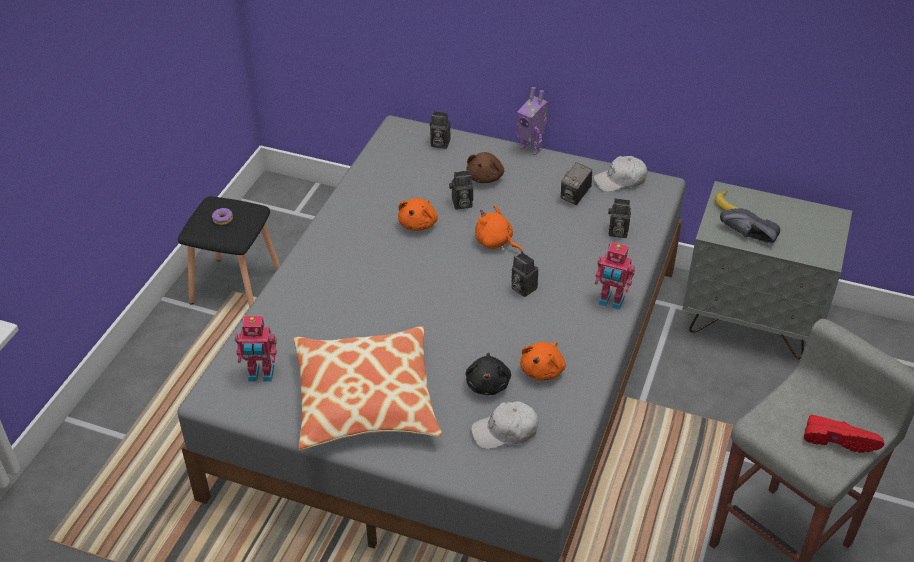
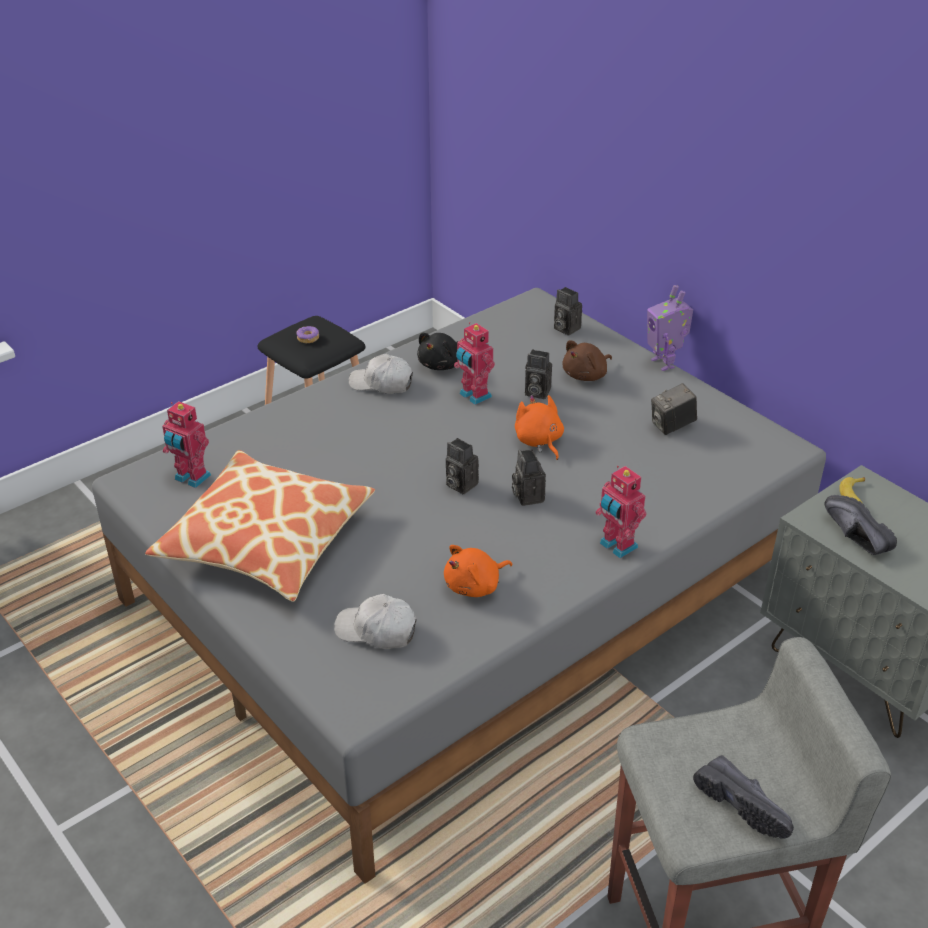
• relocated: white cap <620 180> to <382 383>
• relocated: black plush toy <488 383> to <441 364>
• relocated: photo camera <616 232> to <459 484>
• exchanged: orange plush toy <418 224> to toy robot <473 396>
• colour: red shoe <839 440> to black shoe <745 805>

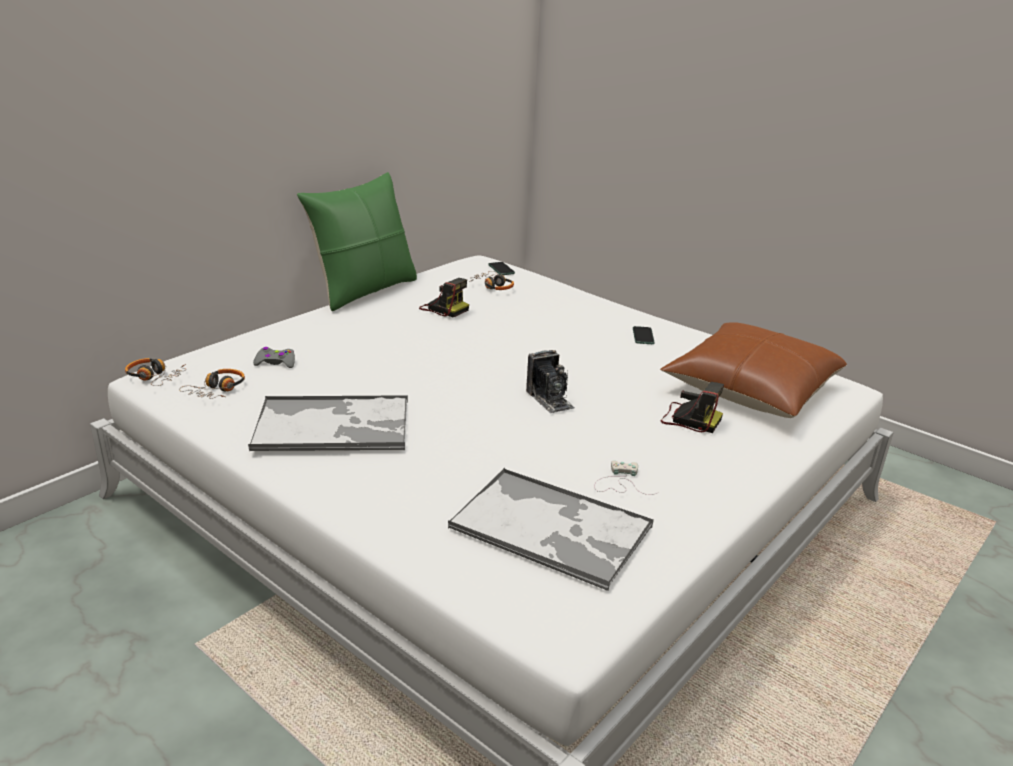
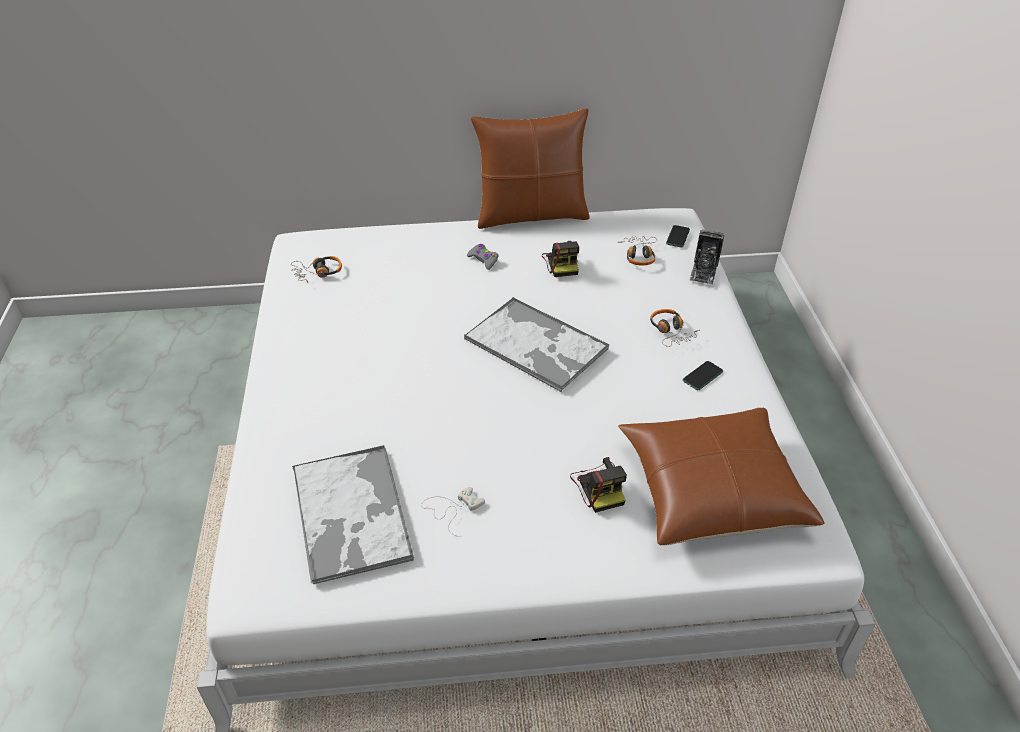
• relocated: tray <334 425> to <537 345>
• relocated: grey game controller <275 363> to <483 260>
• colour: green pillow <364 290> to brown pillow <531 215>
• relocated: headphones <155 377> to <671 332>
• relocated: photo camera <549 399> to <704 270>

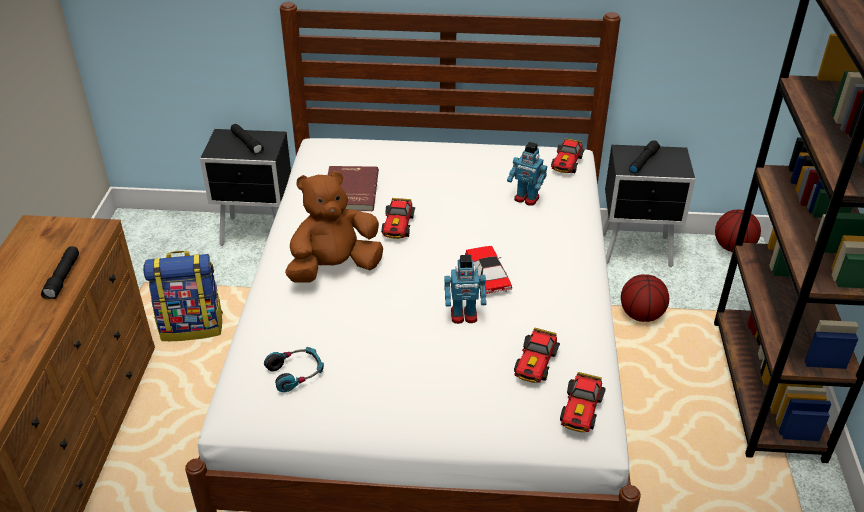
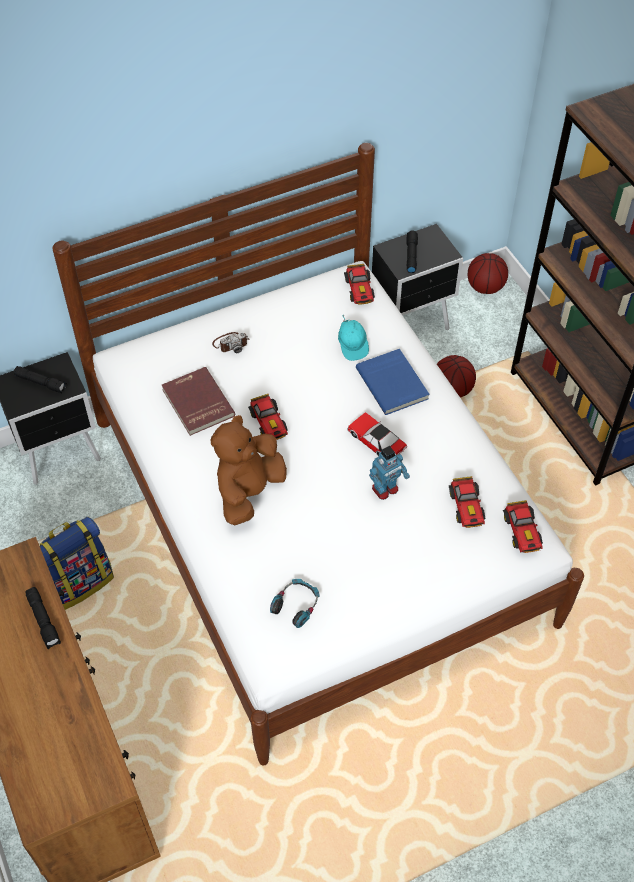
• appeared: photo camera <231 343>
• exchanged: toy robot <526 199> to turquoise cap <352 345>
• appeared: blue book <393 383>

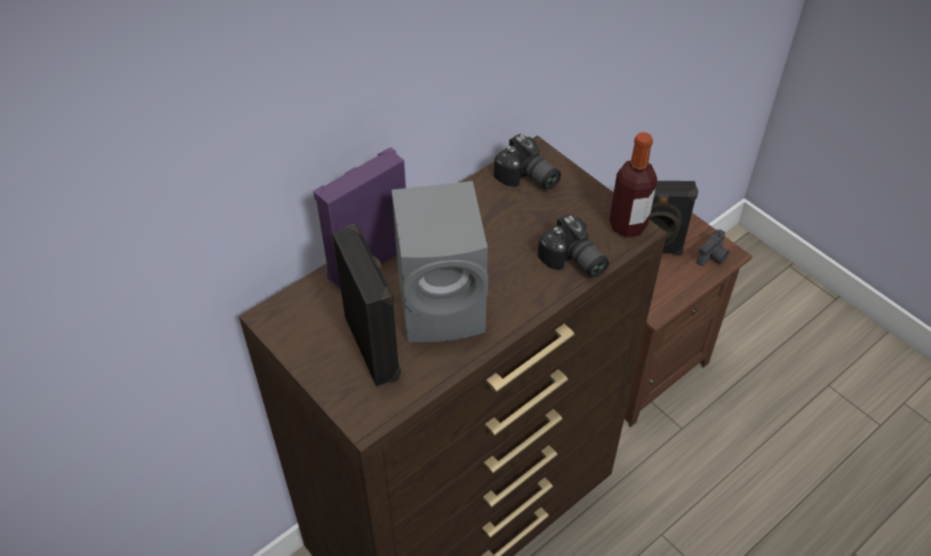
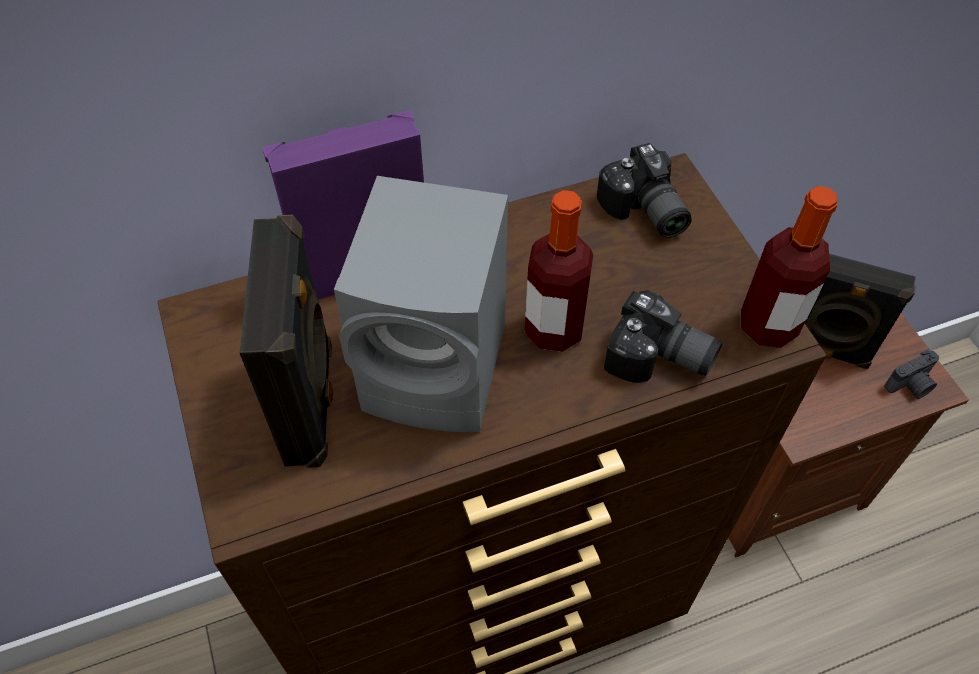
• appeared: bottle <553 330>
• spun: photo camera <573 262> = <659 359> 45 degrees counterclockwise

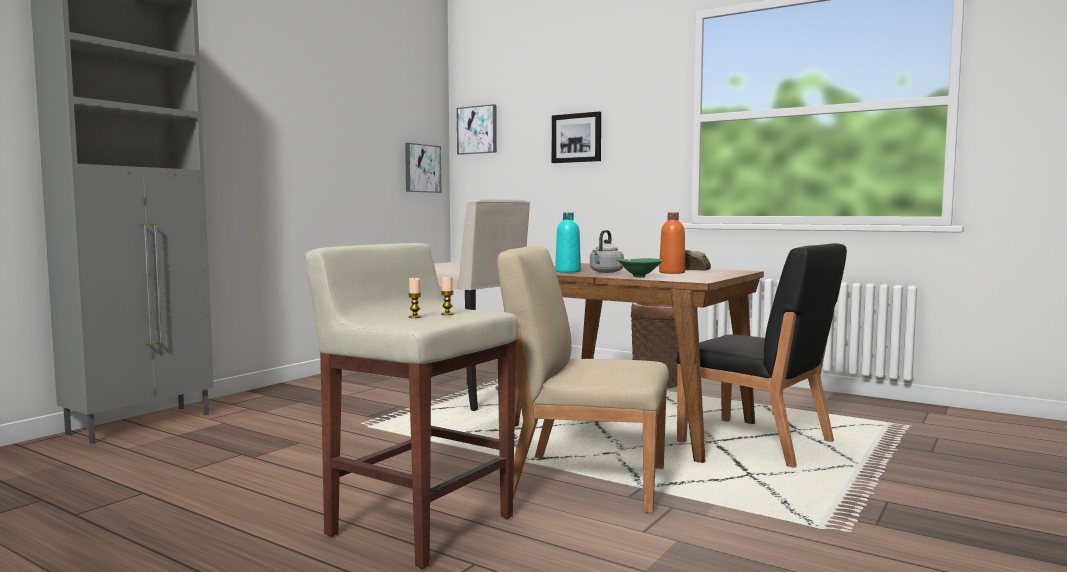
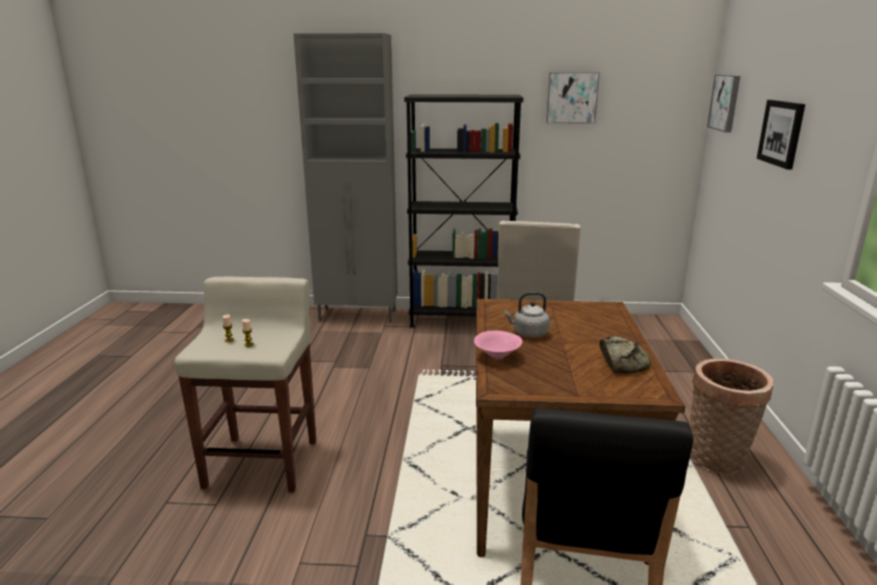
• appeared: black bookcase <460 319>
• colour: green bowl <639 277> to pink bowl <498 356>
• relocated: picture <421 168> to <572 97>
• missing: beige chair <585 481>
• missing: turquoise bottle <568 271>
• missing: orange bottle <672 272>

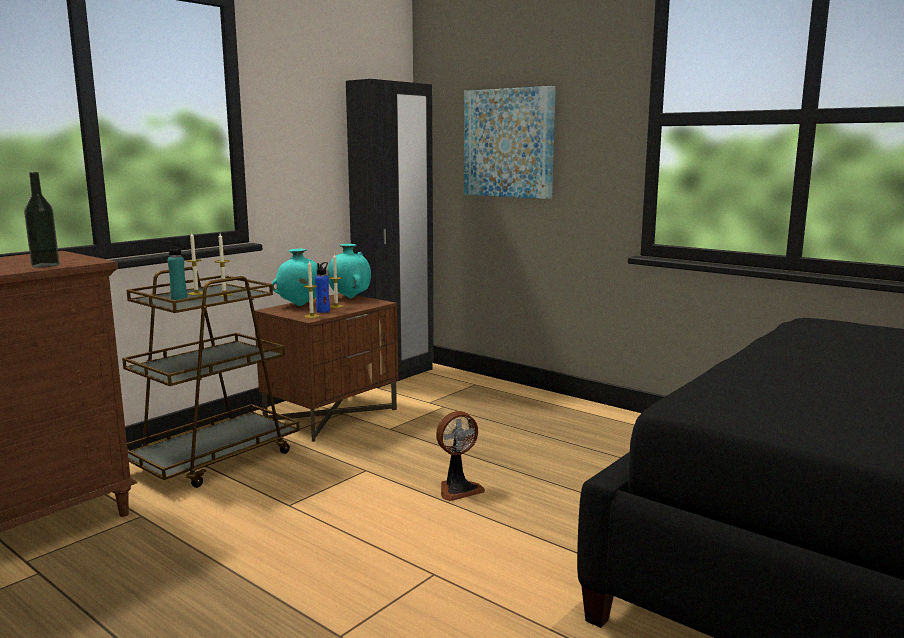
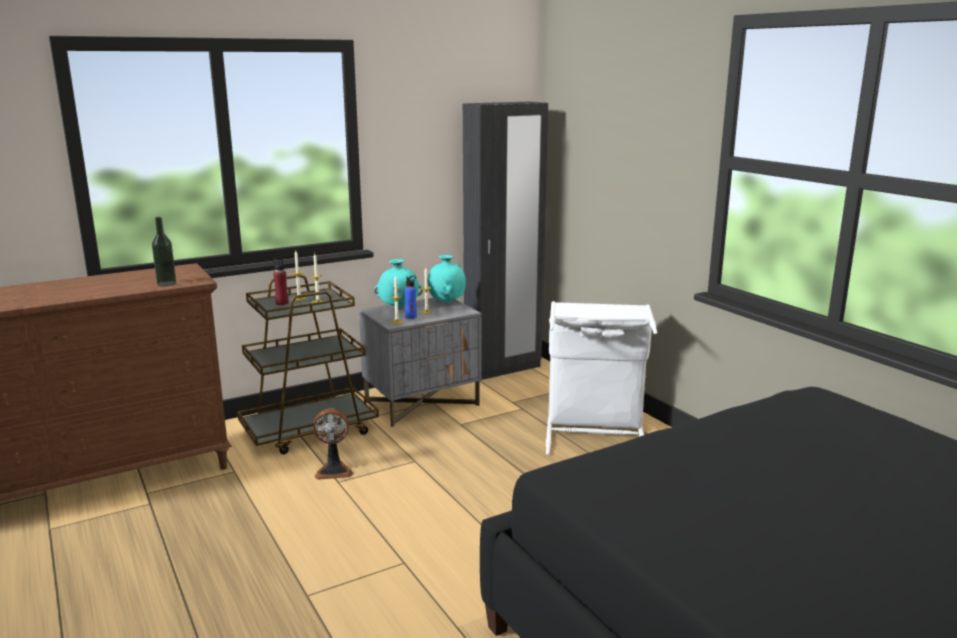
• colour: turquoise bottle <178 298> to red bottle <282 303>
• relocated: fan <458 489> to <334 471>
• colour: brown nightstand <332 415> to grey nightstand <422 403>
• appeared: white laundry basket <595 434>
• missing: picture <509 143>

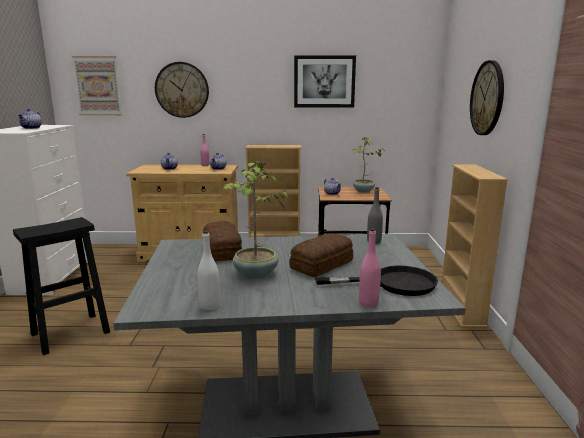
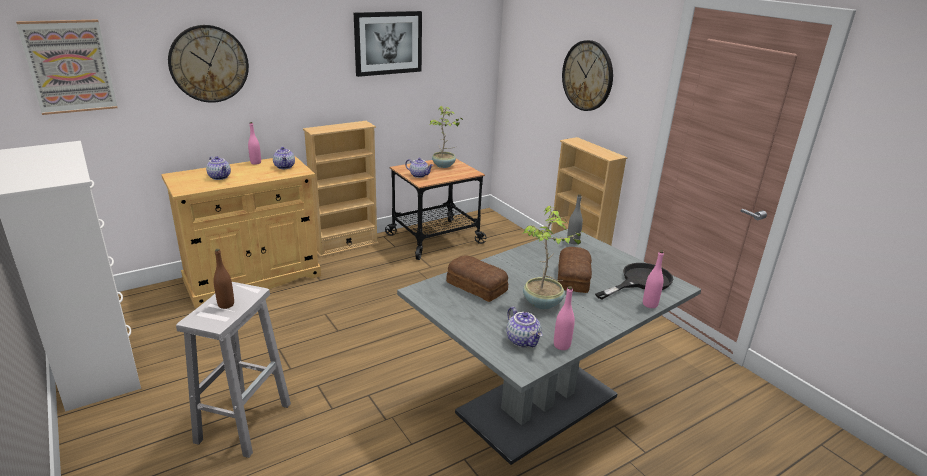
• colour: black stool <72 332> to white stool <244 421>
• appeared: brown bottle <226 305>
• relocated: teapot <32 128> to <523 340>
• colour: white bottle <210 306> to pink bottle <561 345>

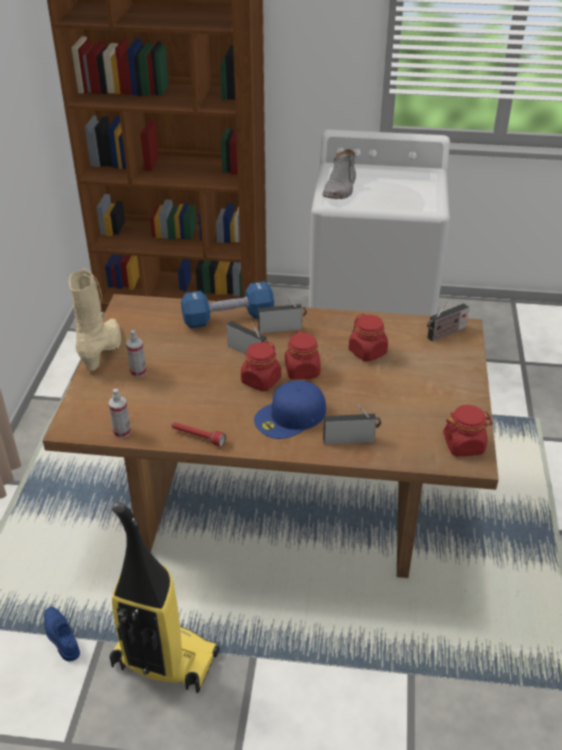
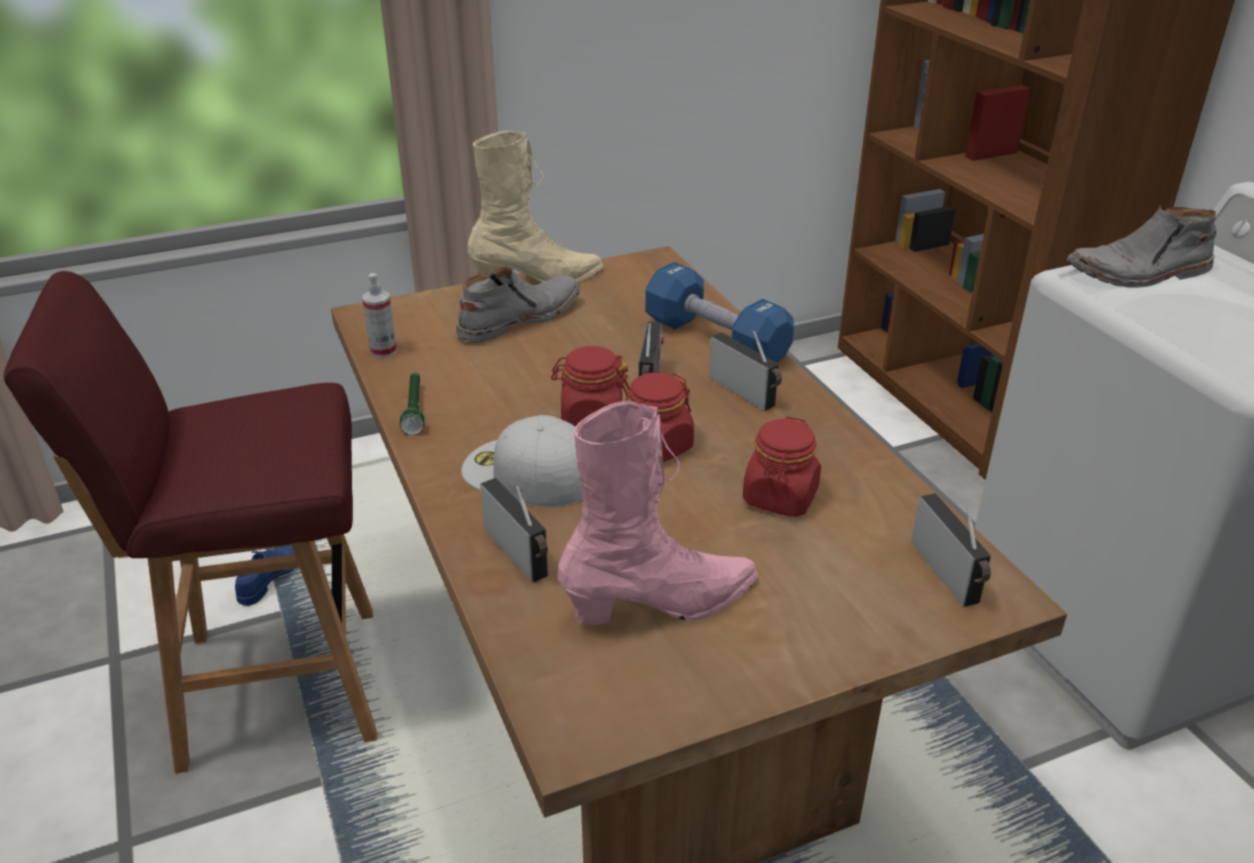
• exchanged: vacuum cleaner <163 661> to red stool <274 686>
• colour: red flashlight <197 437> to green flashlight <414 409>
• exchanged: spray bottle <138 372> to grey boot <518 319>
• colour: blue cap <290 416> to white cap <527 473>
• appeared: pink boot <662 605>
• spun: radio <445 334> = <948 575> 135 degrees counterclockwise
• missing: red jar <464 445>

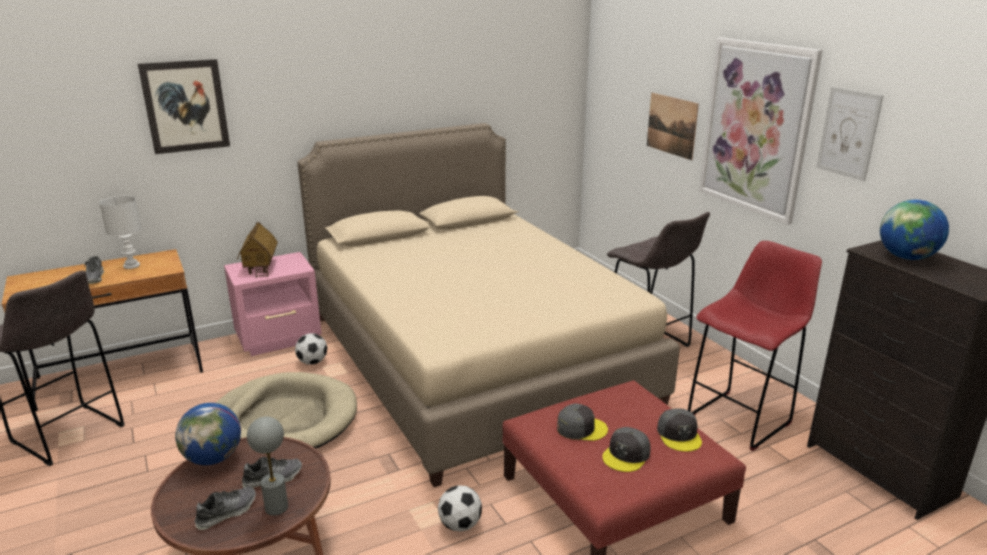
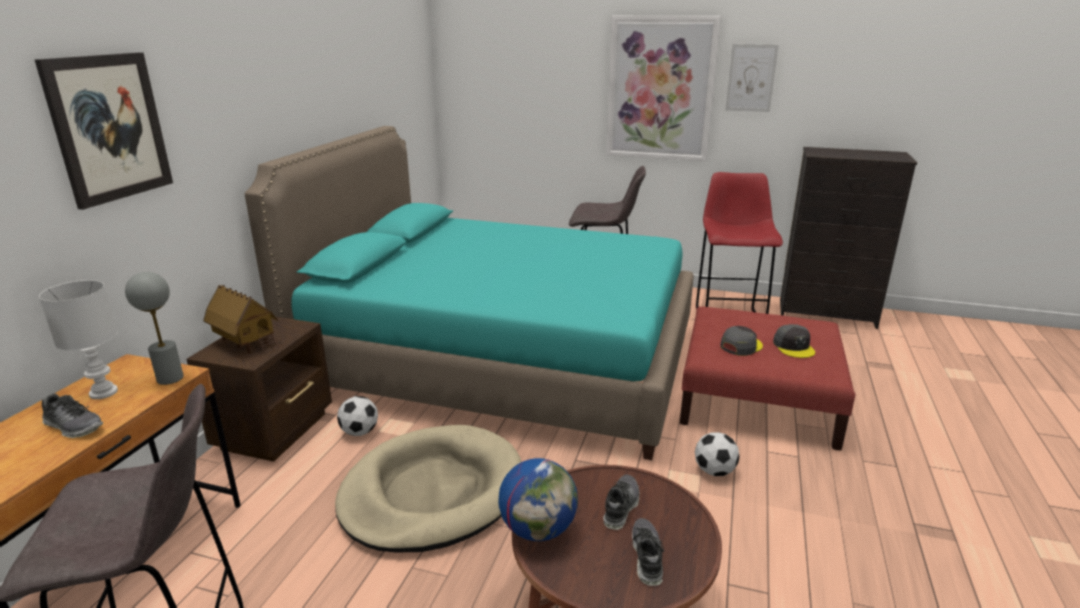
• relocated: grey table lamp <276 508> to <170 378>
• colour: pink nightstand <280 338> to brown nightstand <277 430>
• colour: beige bed <473 358> to turquoise bed <503 360>
• missing: picture <671 125>
• missing: grey cap <679 435>
• missing: globe <906 257>

